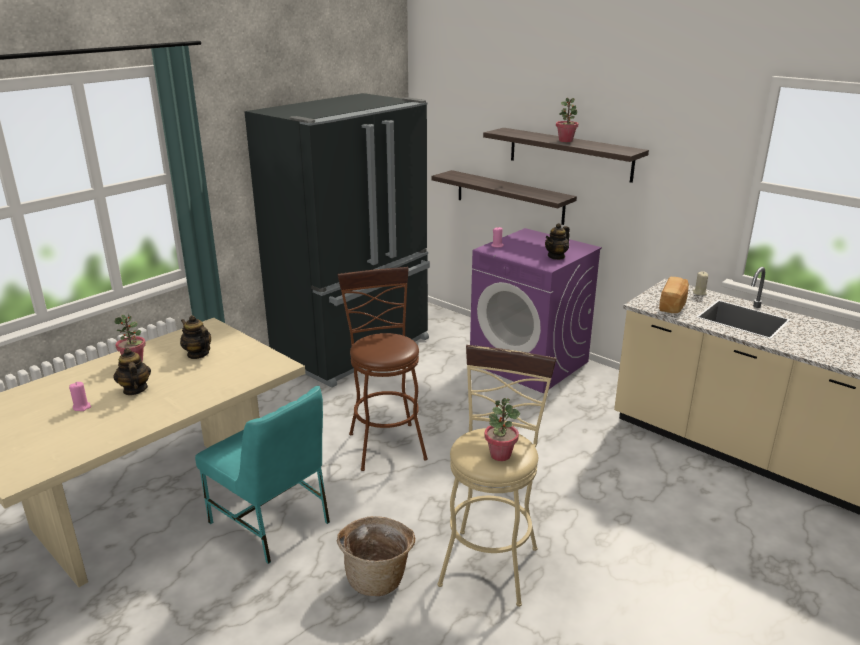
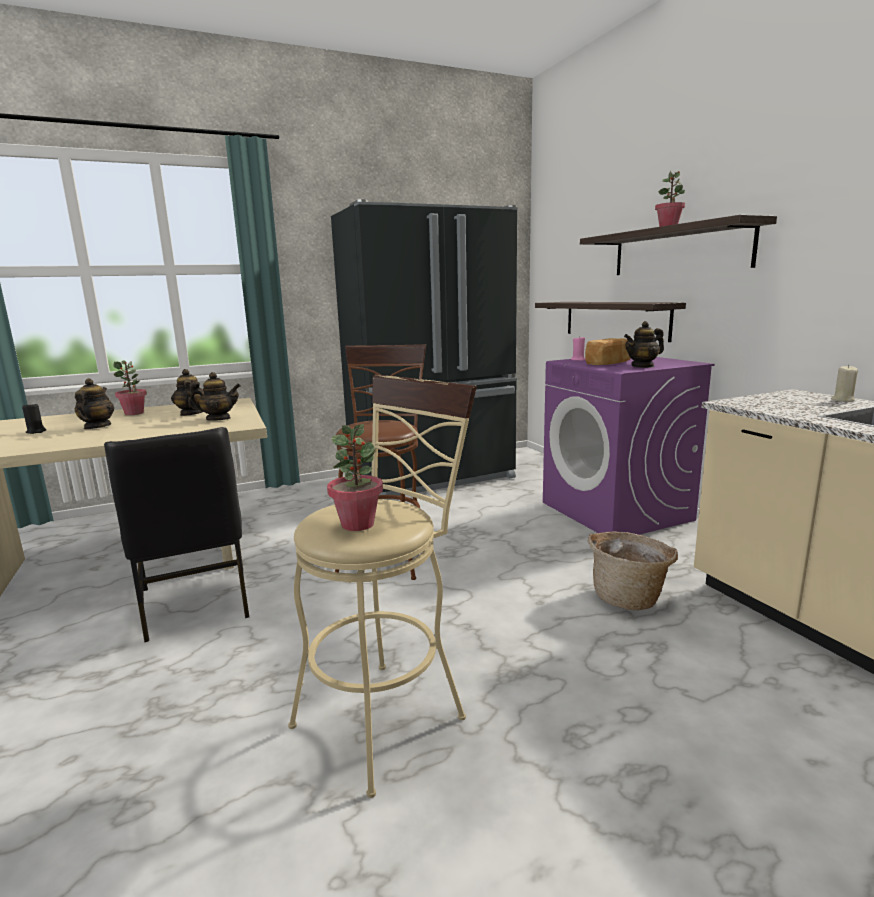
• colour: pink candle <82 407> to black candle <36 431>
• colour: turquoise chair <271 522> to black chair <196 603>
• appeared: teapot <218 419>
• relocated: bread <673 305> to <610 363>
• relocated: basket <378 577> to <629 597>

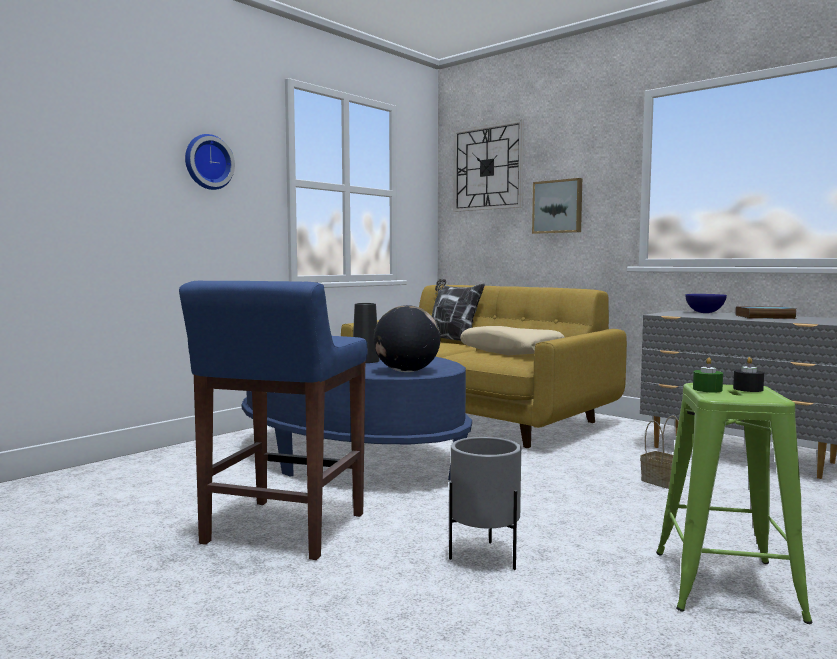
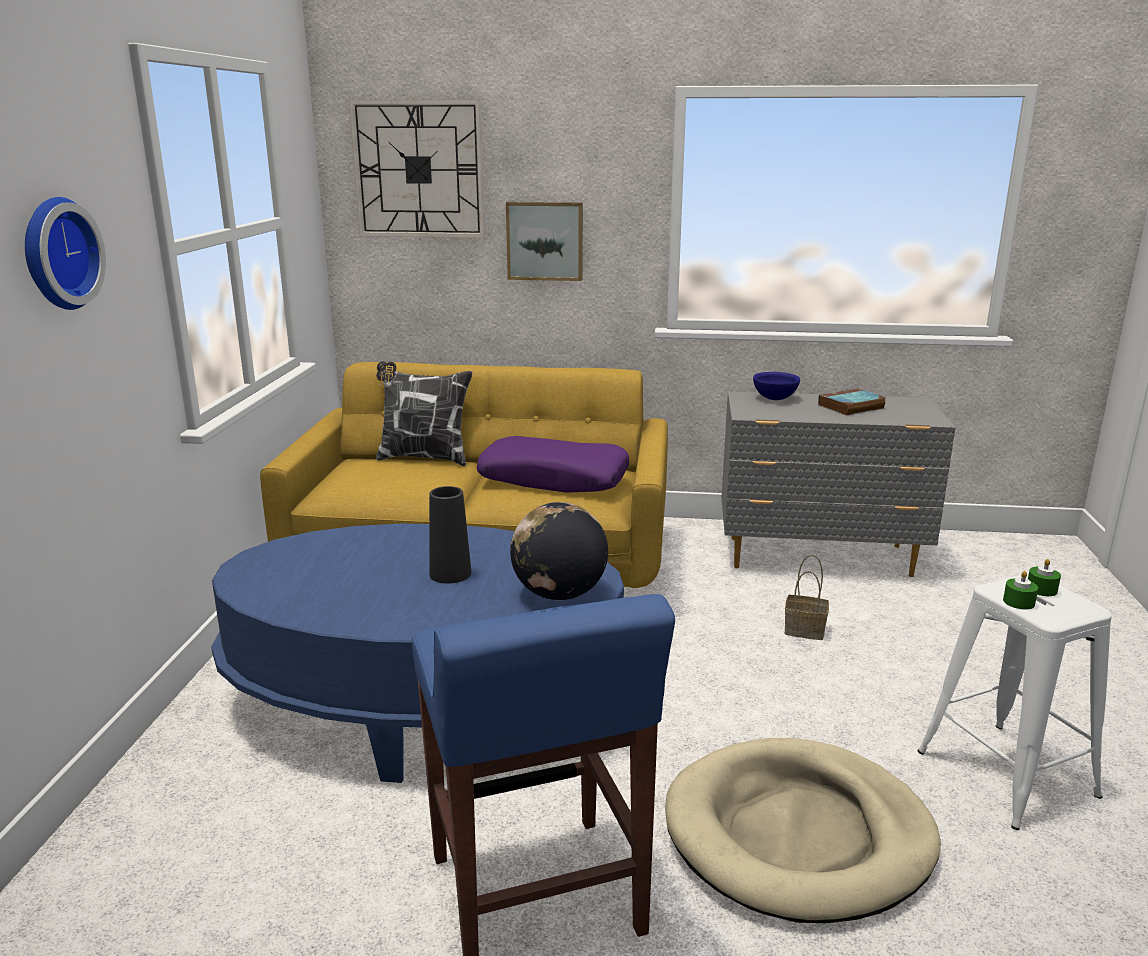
• colour: beige pillow <511 351> to purple pillow <554 479>
• exchanged: grey planter <485 558> to beige dog bed <798 835>
• colour: green stool <725 585> to white stool <1007 774>
• colour: black candle <748 389> to green candle <1041 589>

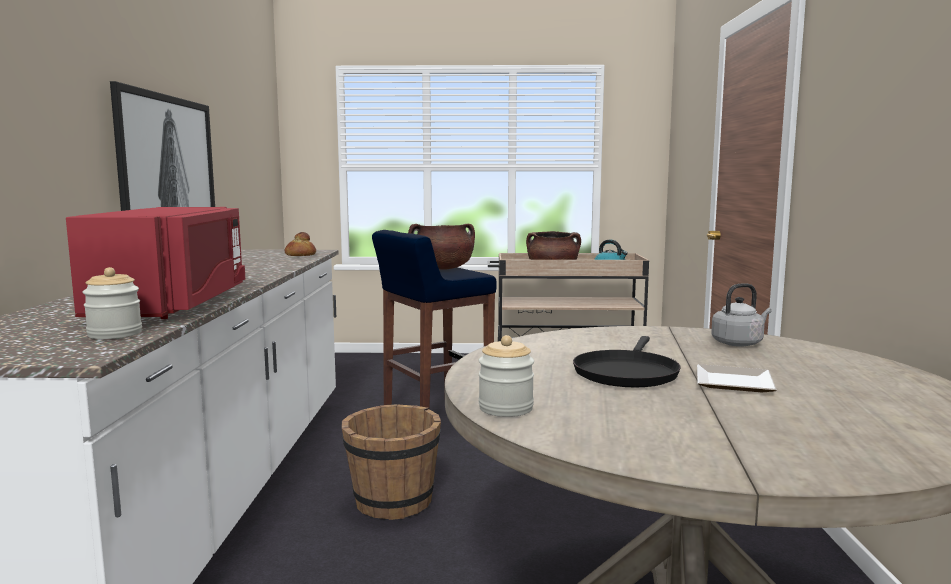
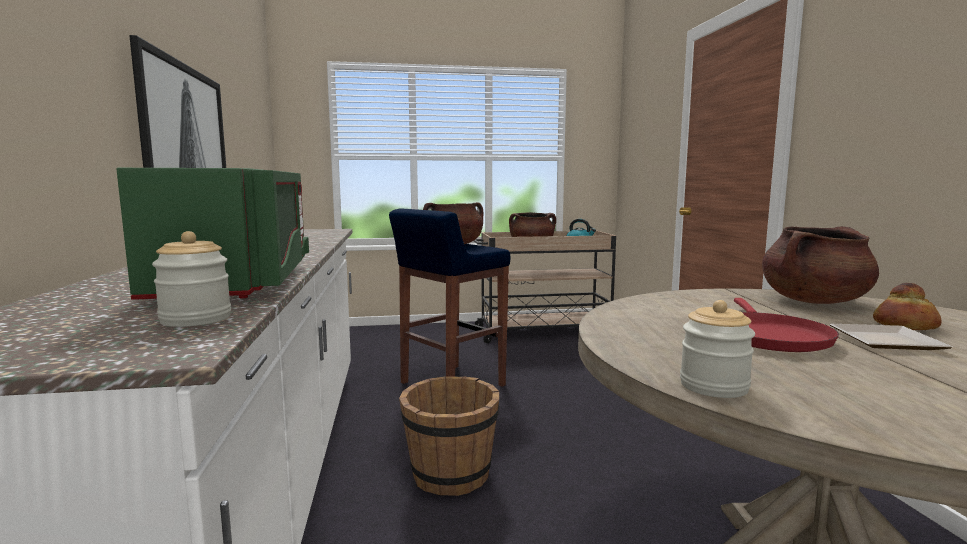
• colour: red microwave <172 305> to green microwave <238 282>
• colour: black frying pan <626 373> to red frying pan <767 336>
• exchanged: grey kettle <739 343> to brown cooking pot <814 301>
• relocated: bread <300 255> to <906 325>

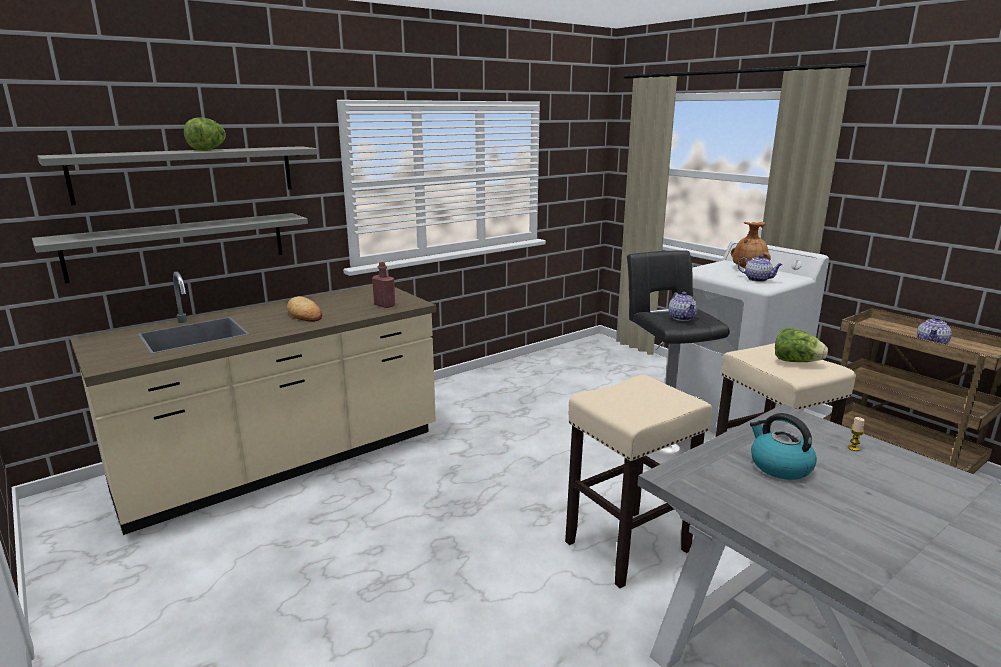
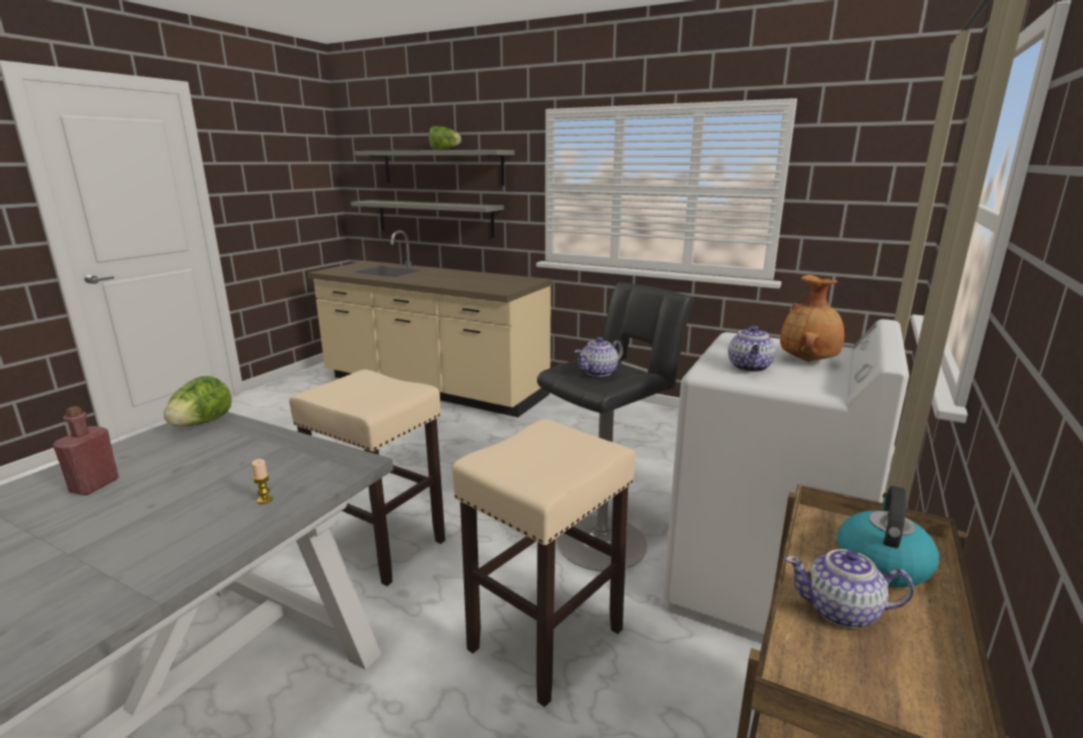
• relocated: red bottle <384 305> to <95 485>
• relocated: lettuce <796 362> to <201 424>
• relocated: kettle <779 466> to <881 563>
• missing: bread <304 314>

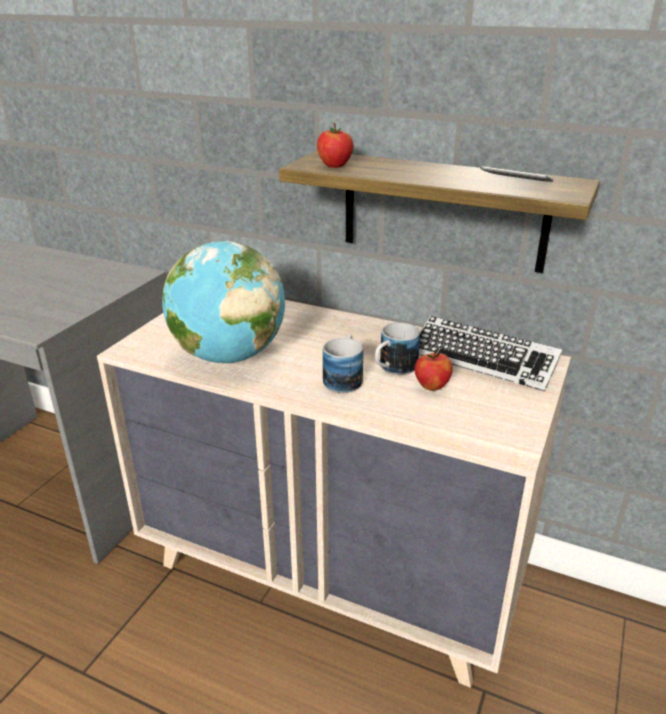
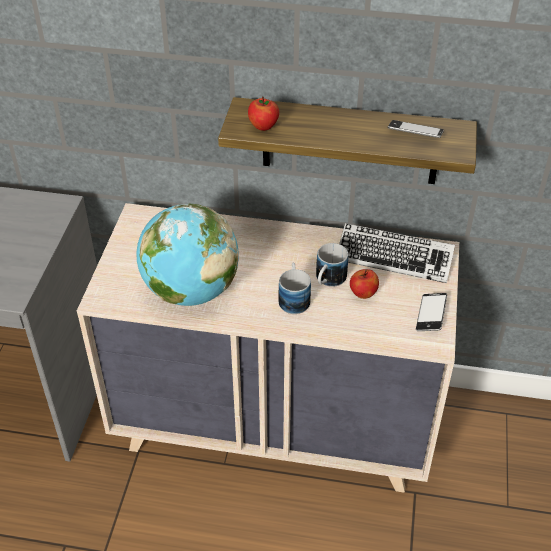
• appeared: phone <431 315>

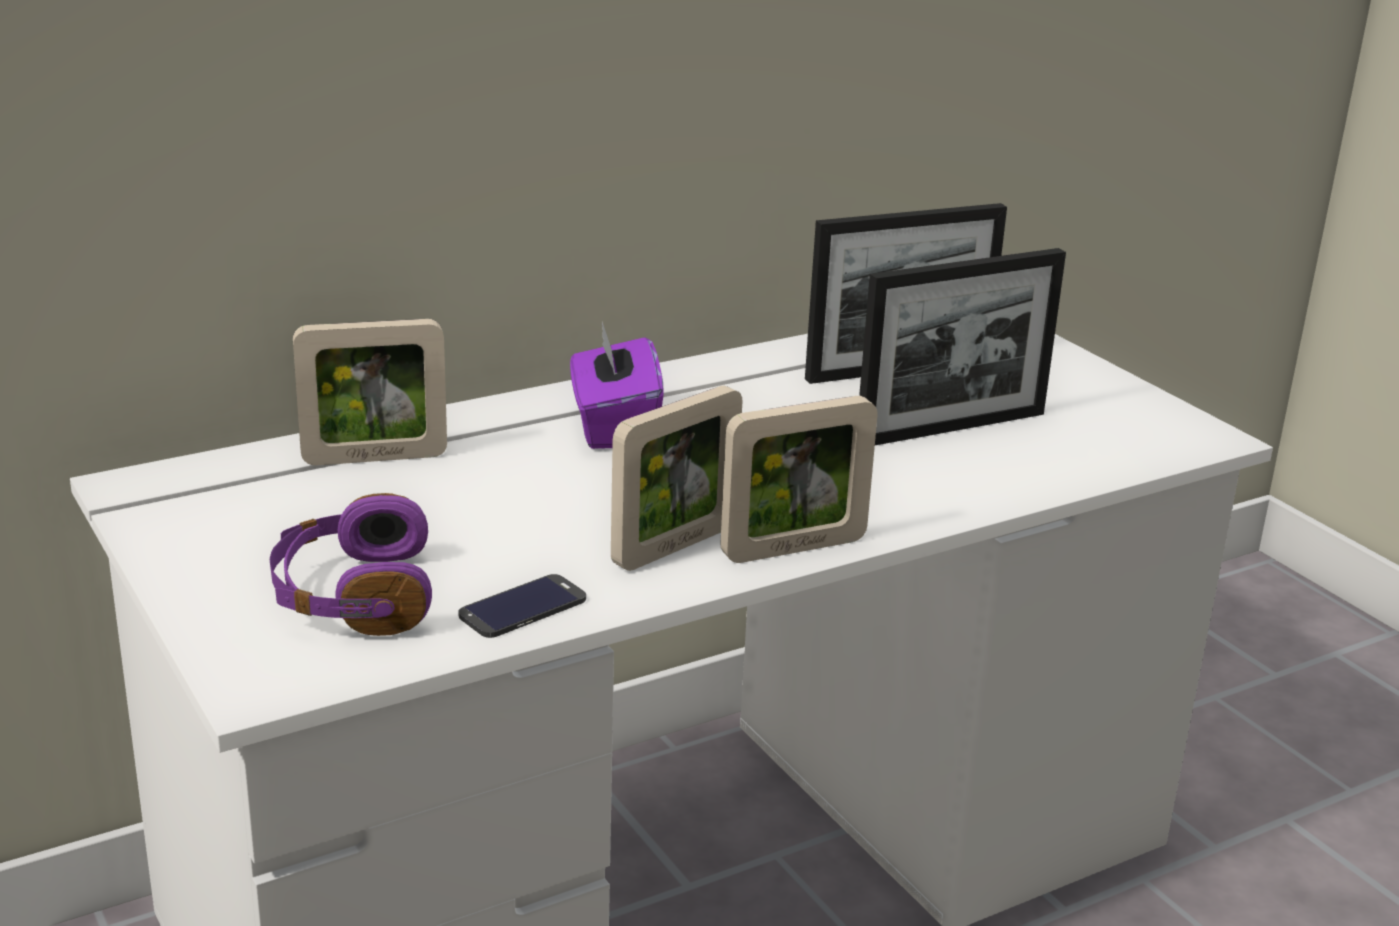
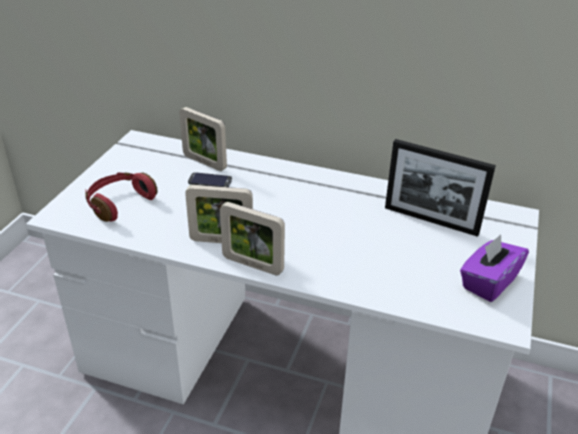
• colour: purple headphones <352 596> to red headphones <119 203>
• relocated: phone <523 607> to <210 181>
• relocated: purple tissue box <614 427> to <488 282>
• missing: picture frame <951 428>

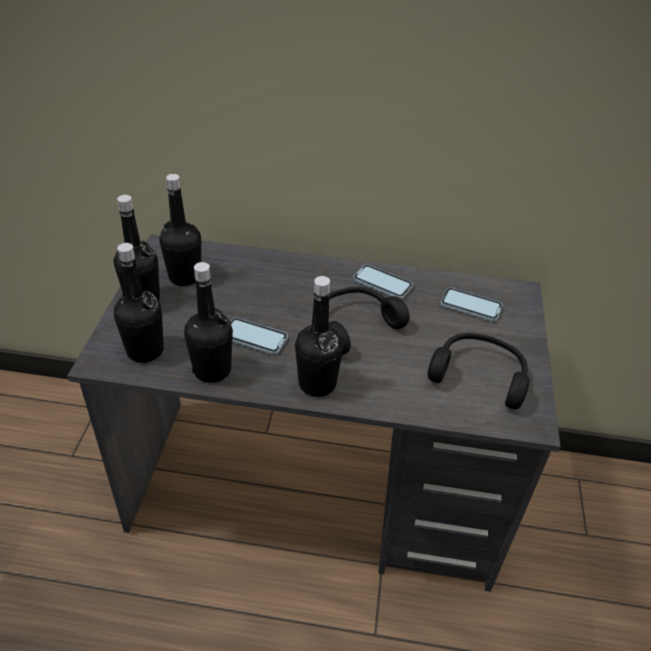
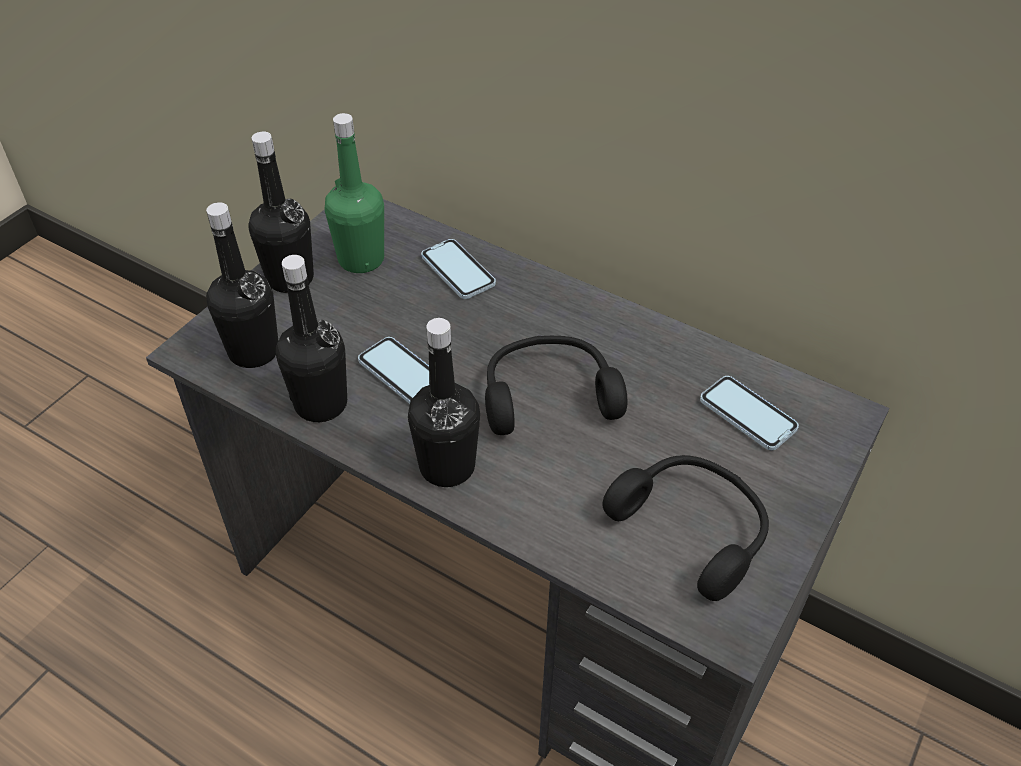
• colour: black bottle <185 277> to green bottle <361 259>
• relocated: phone <382 283> to <458 271>

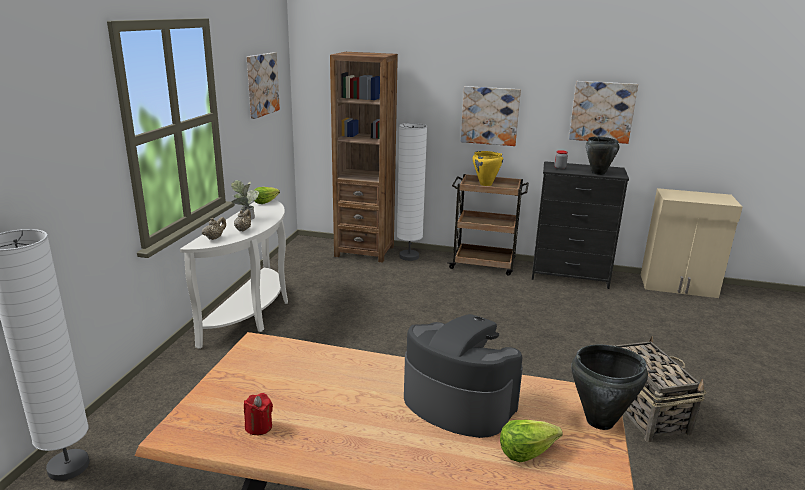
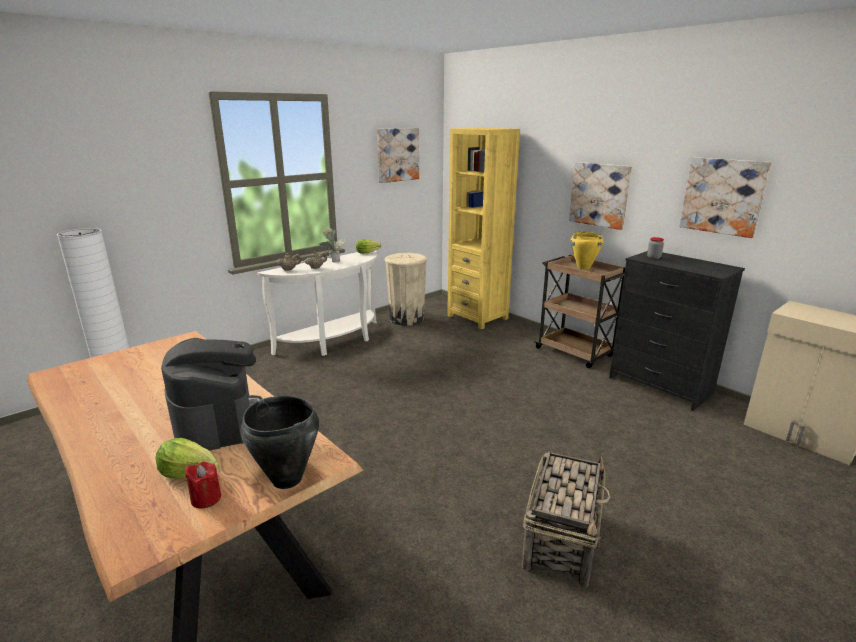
• relocated: red candle <259 427> to <206 498>
• appeared: beige trash can <406 319>
• colour: brown bookcase <364 251> to yellow bookcase <477 317>
• missing: white floor lamp <409 256>
• missing: black cooking pot <598 173>

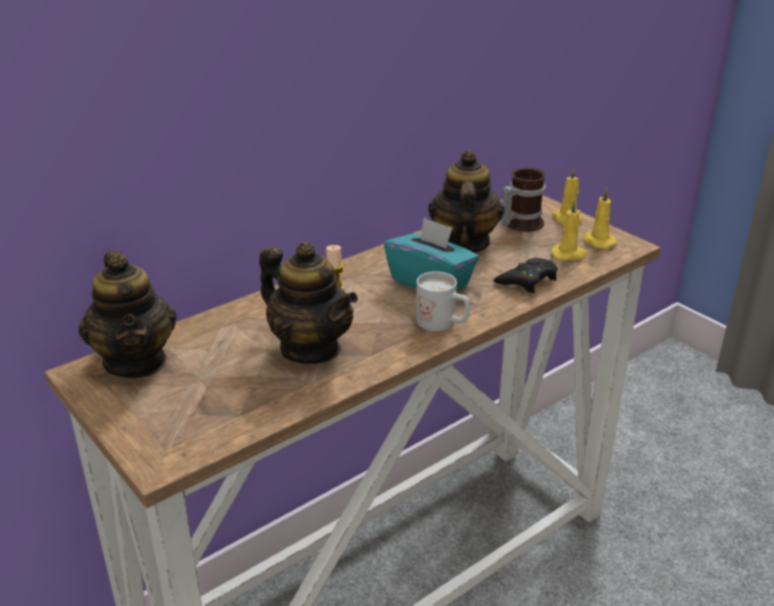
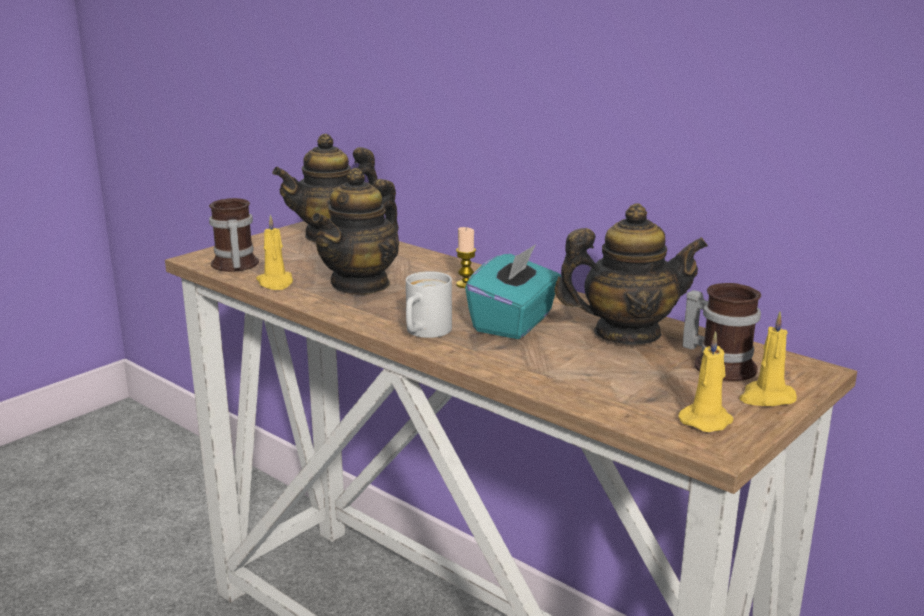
• appeared: mug <233 265>
• relocated: yellow candle <569 254> to <275 283>
• missing: black game controller <527 280>

